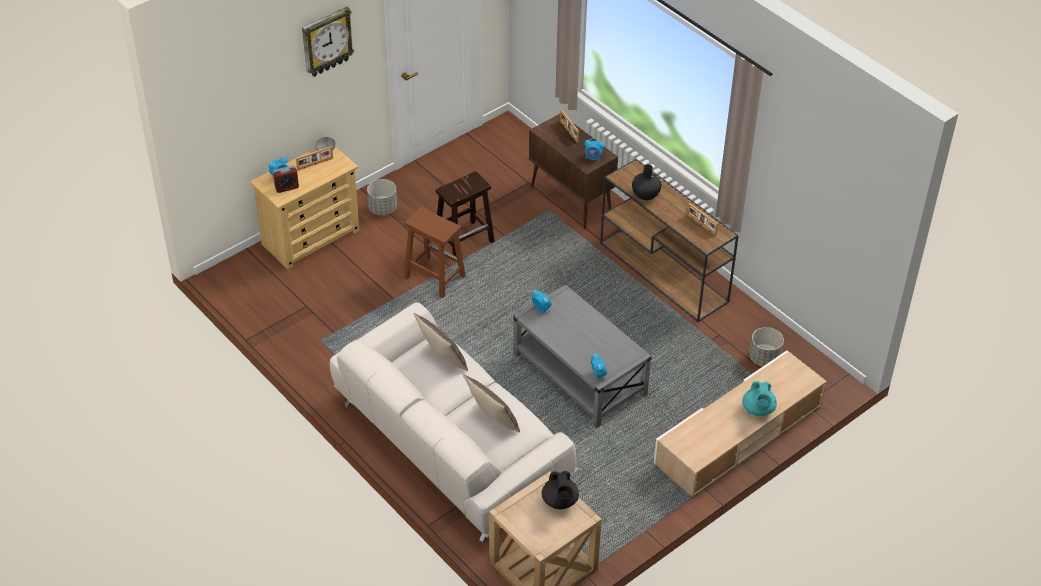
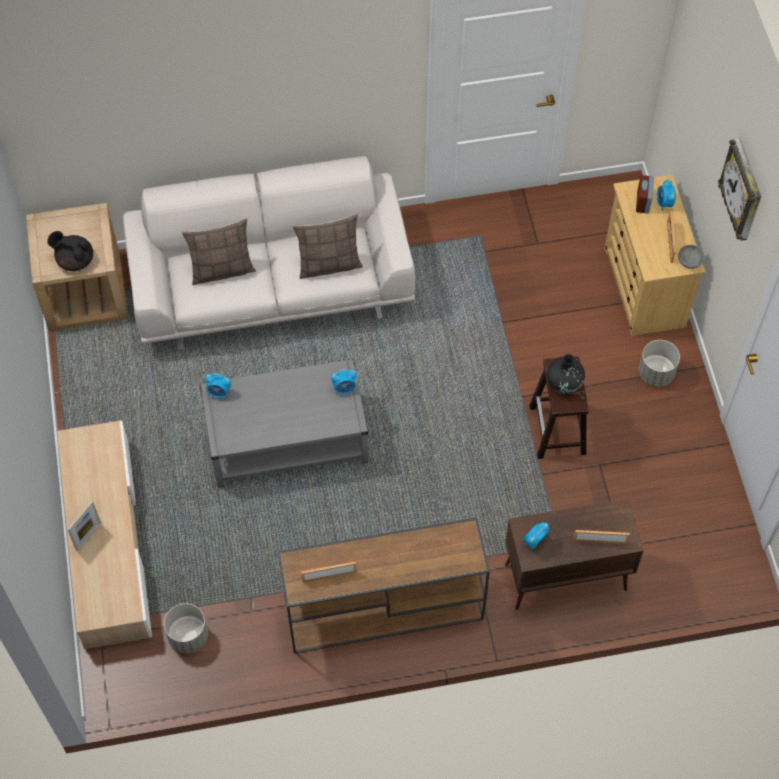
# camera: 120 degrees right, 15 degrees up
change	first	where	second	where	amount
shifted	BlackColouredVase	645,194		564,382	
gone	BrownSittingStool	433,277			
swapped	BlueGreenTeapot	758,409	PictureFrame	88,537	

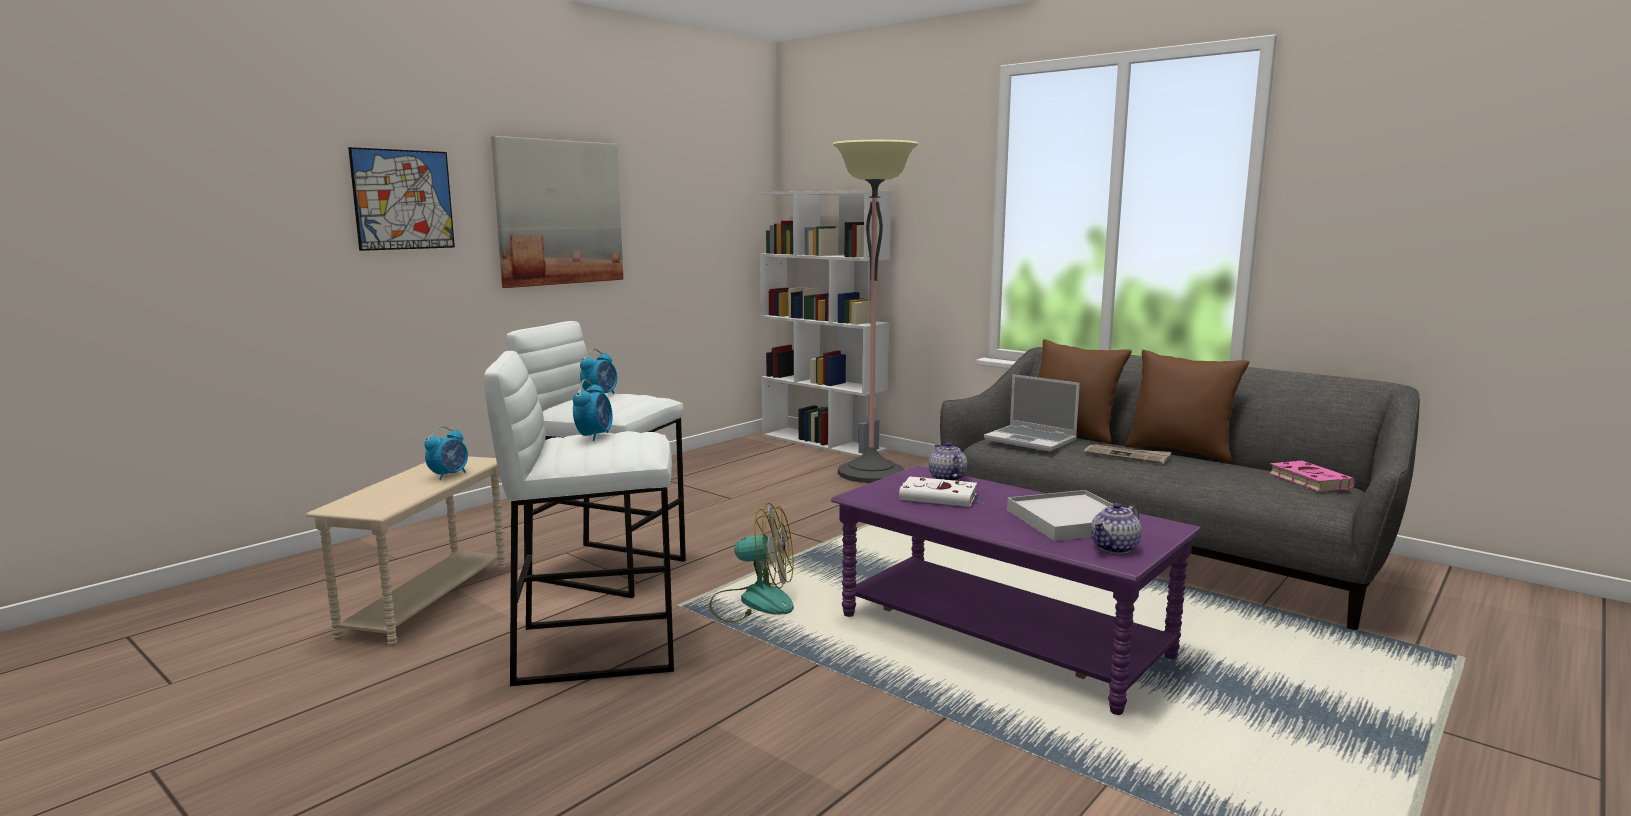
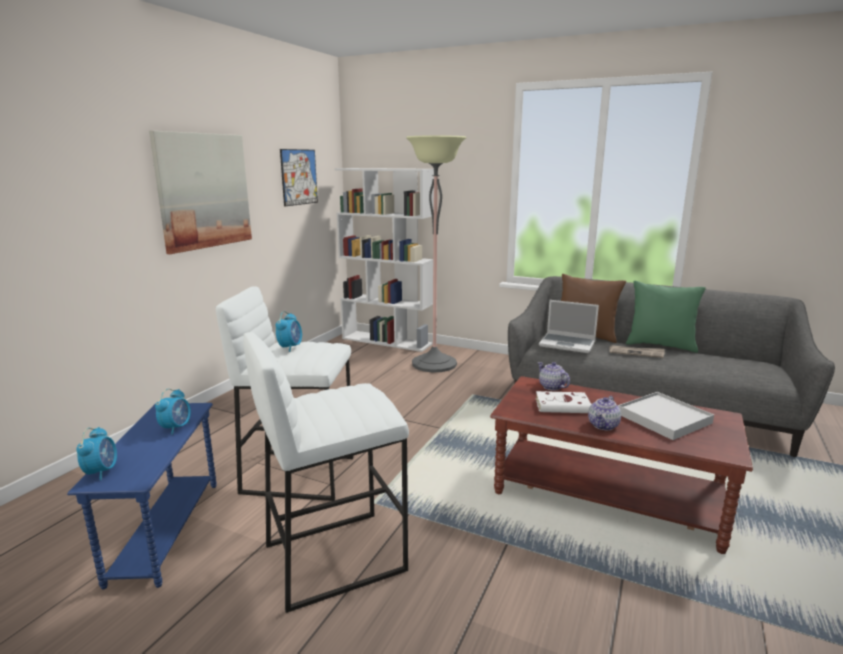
# camera: 15 degrees left, 5 degrees up
change	first	where	second	where	amount
shifted	WallPicture	403,199		299,177	
repainted	BrownCushion	1180,452	GreenishCushion	660,345	
shifted	BedsideClock	594,436		101,471	
repainted	BeigeColouredAccentTable	426,601	BluishAccentTable	165,531	
gone	PinkishBoundBook	1307,480			
repainted	PurpleColouredCoffeeTable	1002,635	BrownCoffeeTable	607,495	
gone	CoolingFan	753,602			
shifted	Teapot	1115,548		603,425	

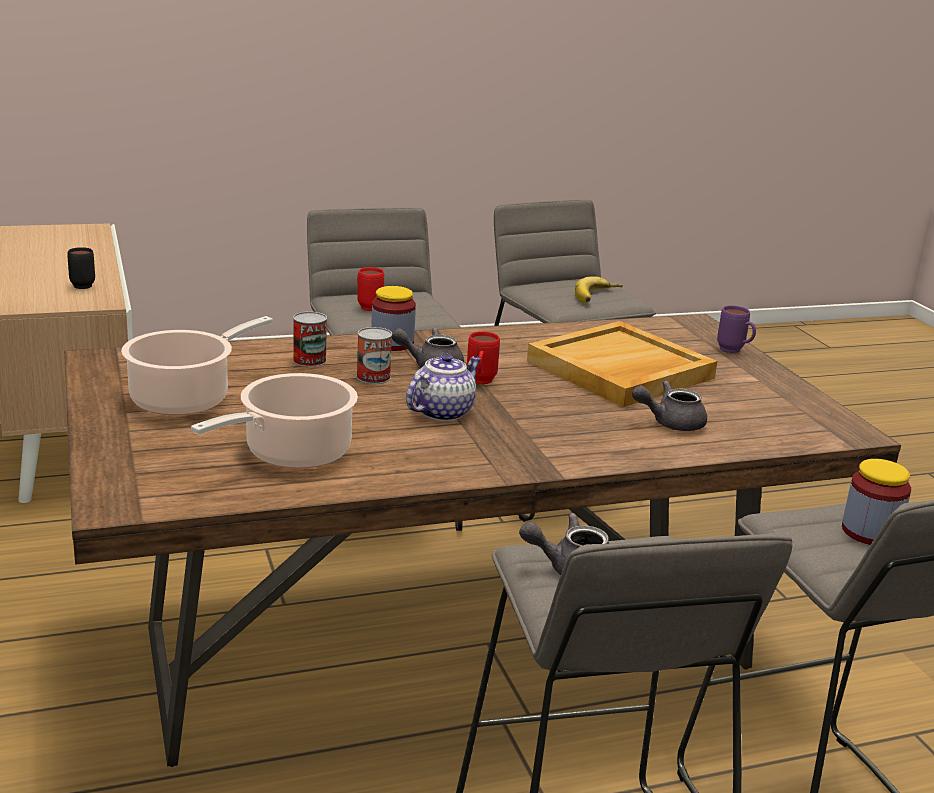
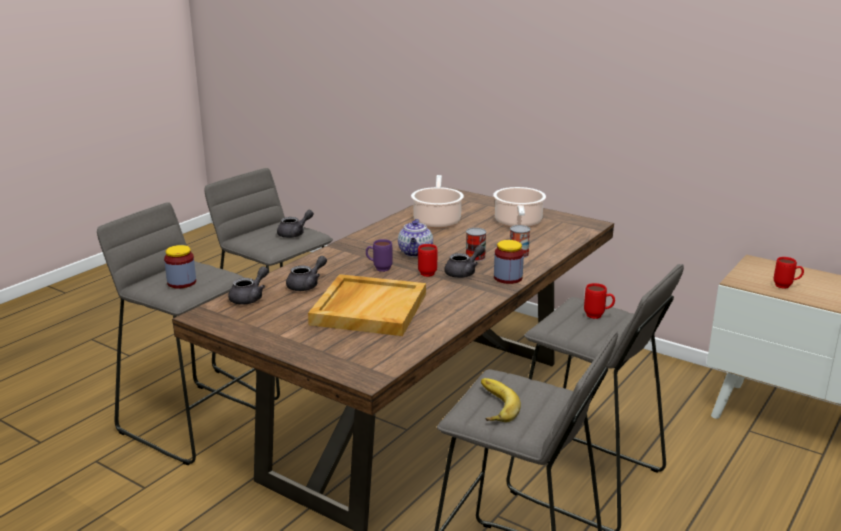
# camera: 145 degrees right, 0 degrees up
change	first	where	second	where	amount
repainted	BlackColouredMug	81,285	RedColouredMug	786,286	
shifted	PurpleColouredMug	734,351		379,268	
new			GrayTeapot	250,298	

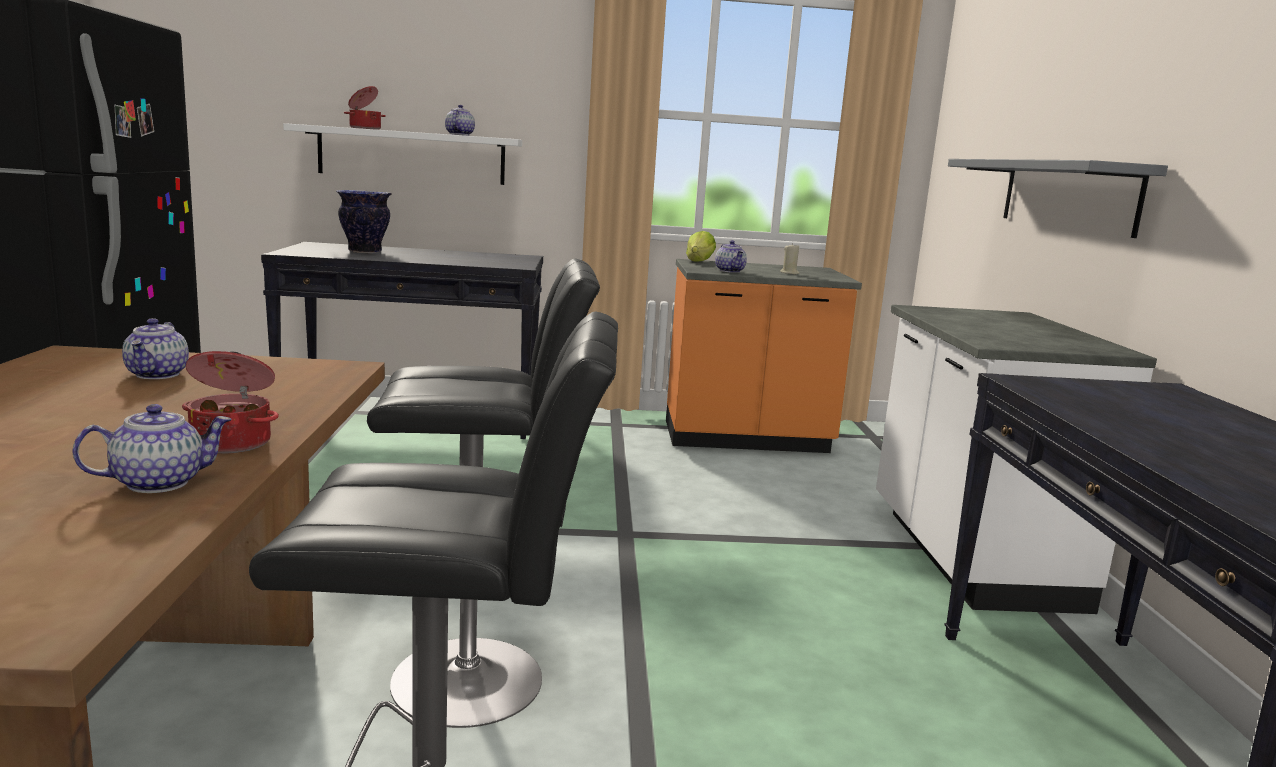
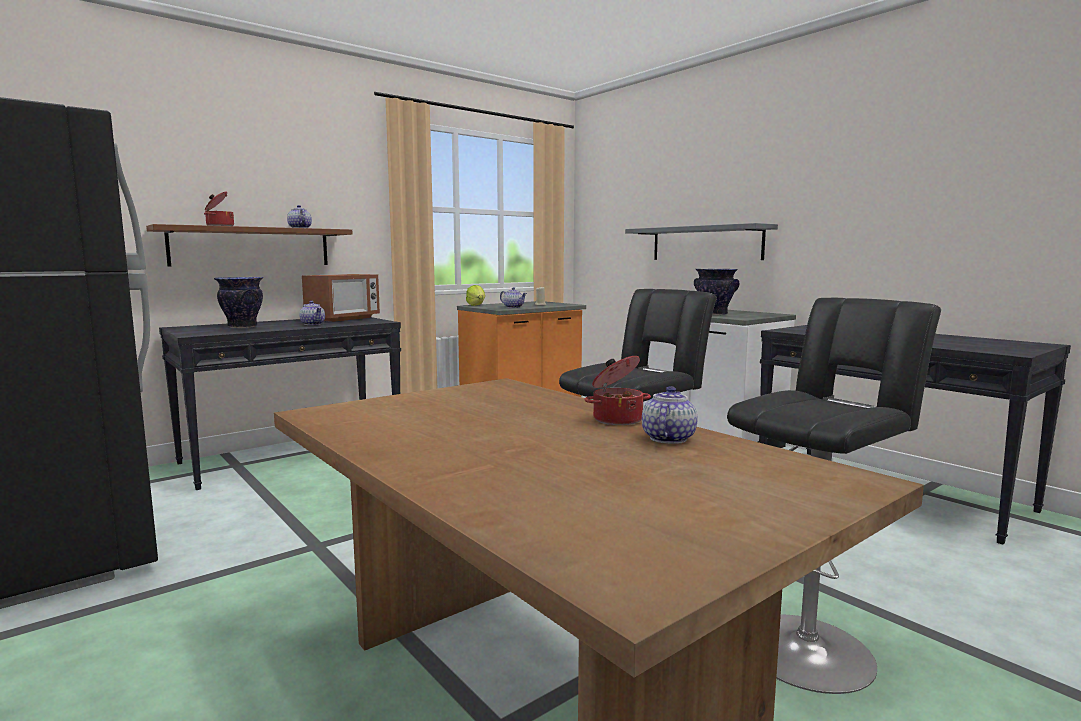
# camera: 35 degrees left, 5 degrees down
change	first	where	second	where	amount
repainted	WhiteColouredBracketShelf	412,155	BrownBracketShelf	251,247	
shifted	Teapot	158,374		313,324	
new			Vase	714,314	
new			Microwave	343,319	

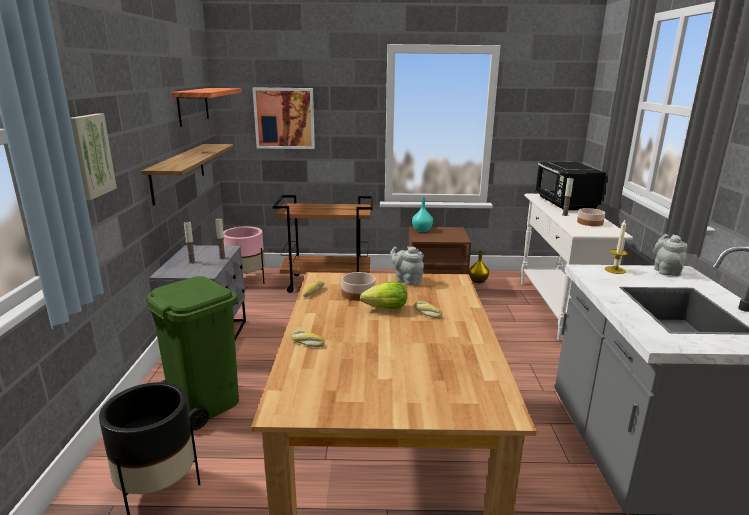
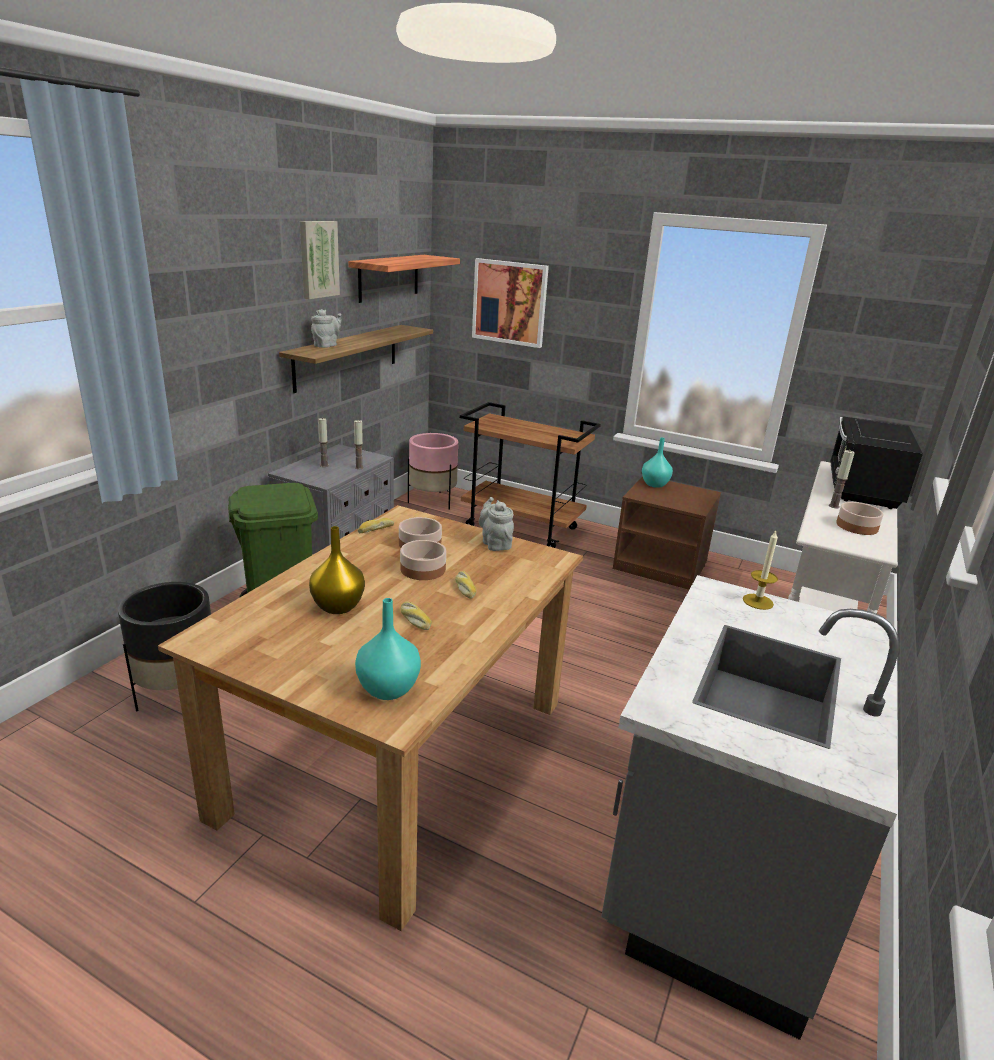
# camera: 25 degrees right, 5 degrees up
change	first	where	second	where	amount
shifted	WallPicture	89,155		317,259	
shifted	GrayTeapot	665,271		327,345	
shifted	YellowColouredVase	478,281		339,606	
swapped	Lettuce	383,309	ServingBowl	422,569	
shifted	BakeryBread	306,343		414,620	
new			BlueGreenVase	387,689	

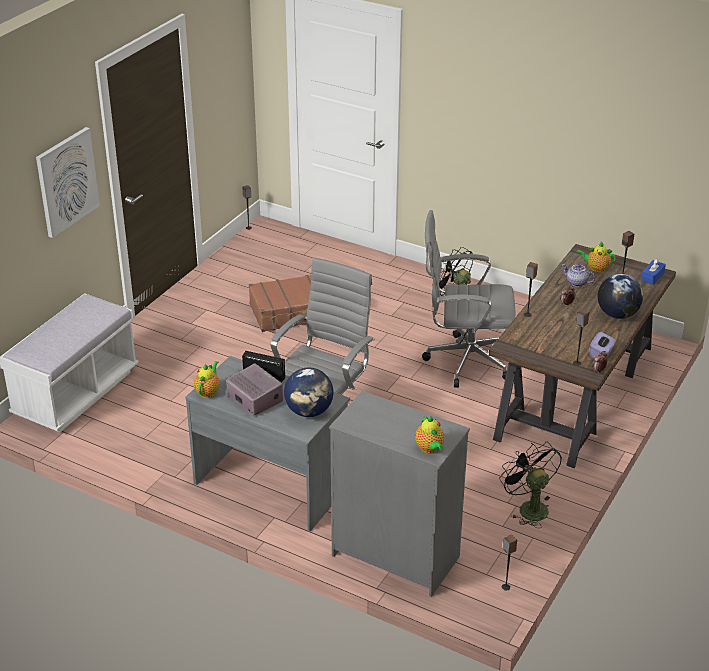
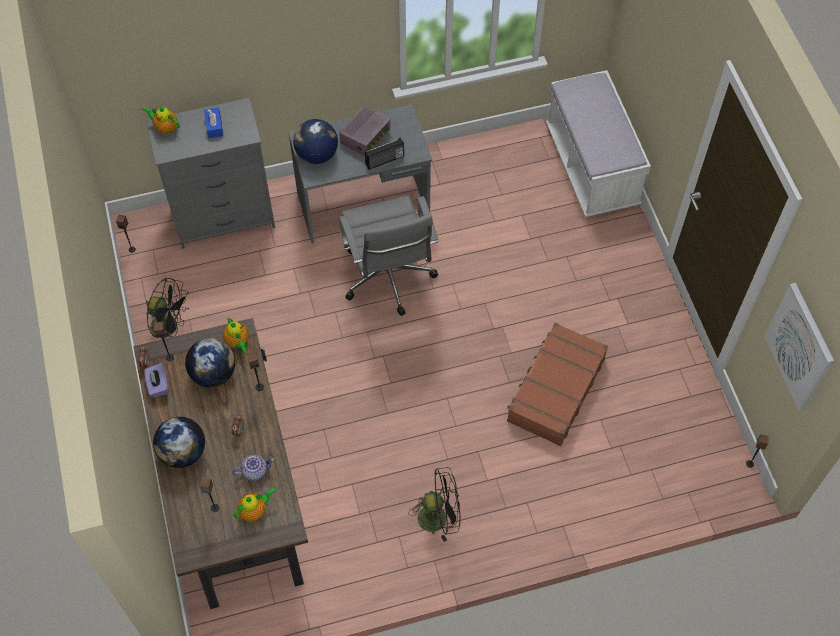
# camera: 135 degrees right, 25 degrees up
change	first	where	second	where	amount
shifted	WallPicture	67,181		800,347	
gone	GrayOfficeChair	464,361			
shifted	BluishTissueHolder	652,277		214,126	
shifted	Teapot	208,391		238,342	
rotated	RadioSet	255,398		365,137	60 degrees counterclockwise
new			Globe	213,373	

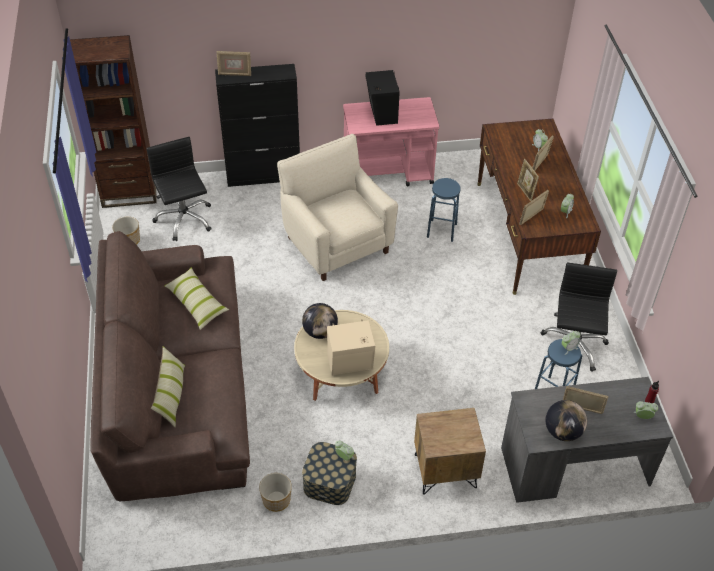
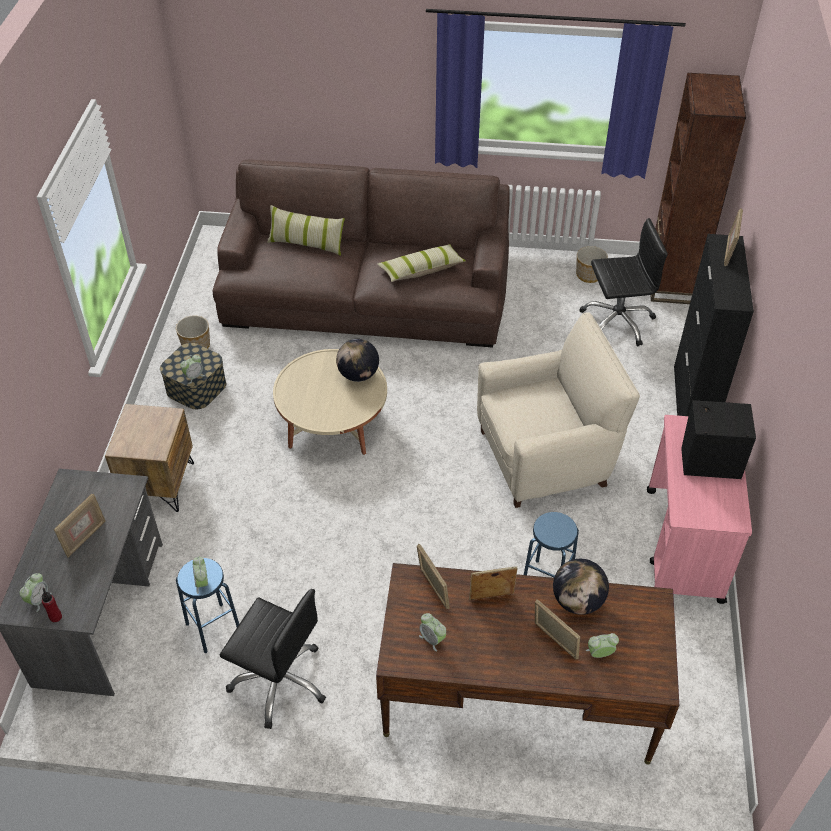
# camera: 105 degrees right, 0 degrees up
change	first	where	second	where	amount
gone	BeigeColouredAudioSpeaker	351,364			
shifted	Globe	563,432		577,601	

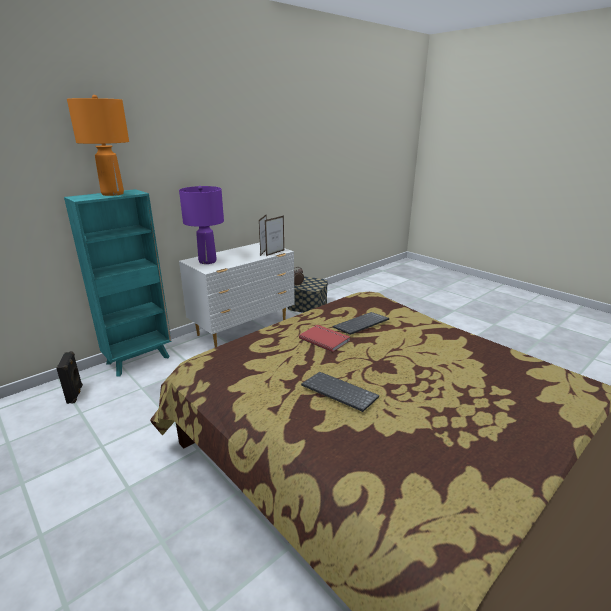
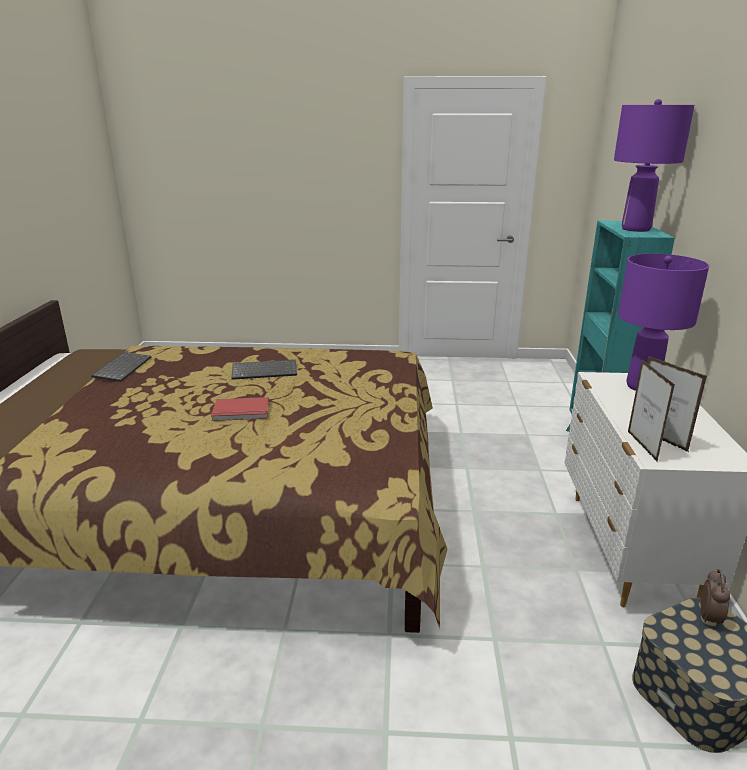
# camera: 135 degrees right, 0 degrees up
change	first	where	second	where	amount
repainted	OrangeTabletopLamp	112,194	PurpleColouredTabletopLamp	636,229	
shifted	PcKeyboard	361,325		122,368	
shifted	RedColouredBoundBook	325,339		241,412	
gone	BlackColouredAudioSpeaker	75,394			

